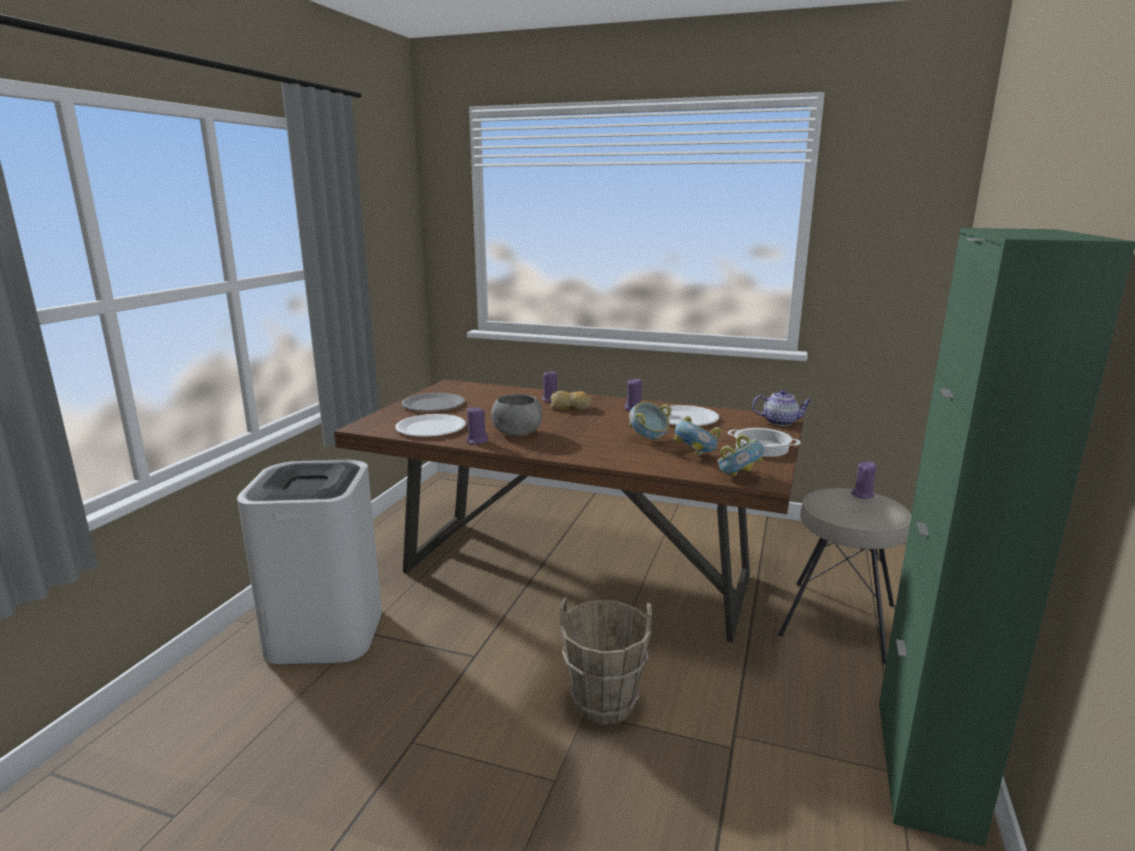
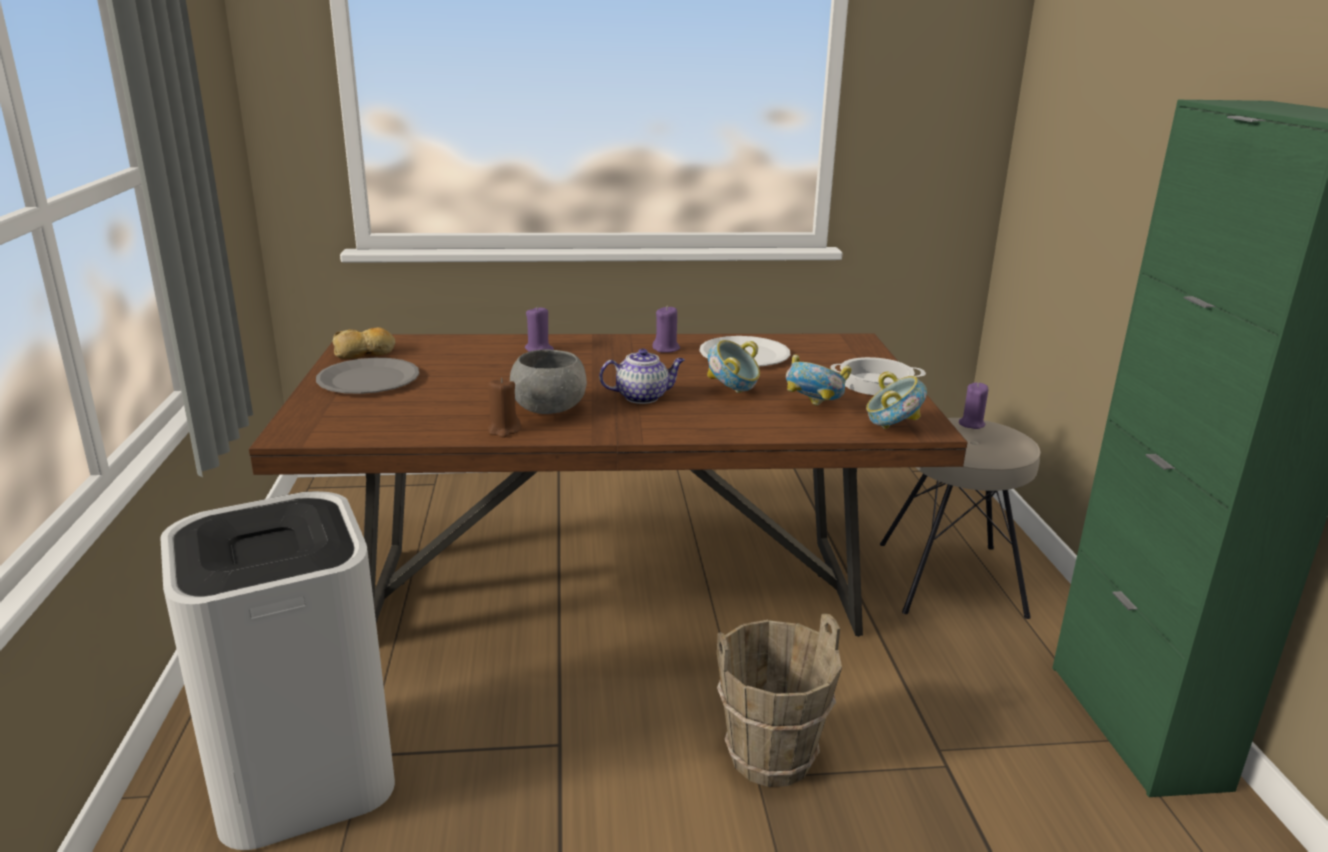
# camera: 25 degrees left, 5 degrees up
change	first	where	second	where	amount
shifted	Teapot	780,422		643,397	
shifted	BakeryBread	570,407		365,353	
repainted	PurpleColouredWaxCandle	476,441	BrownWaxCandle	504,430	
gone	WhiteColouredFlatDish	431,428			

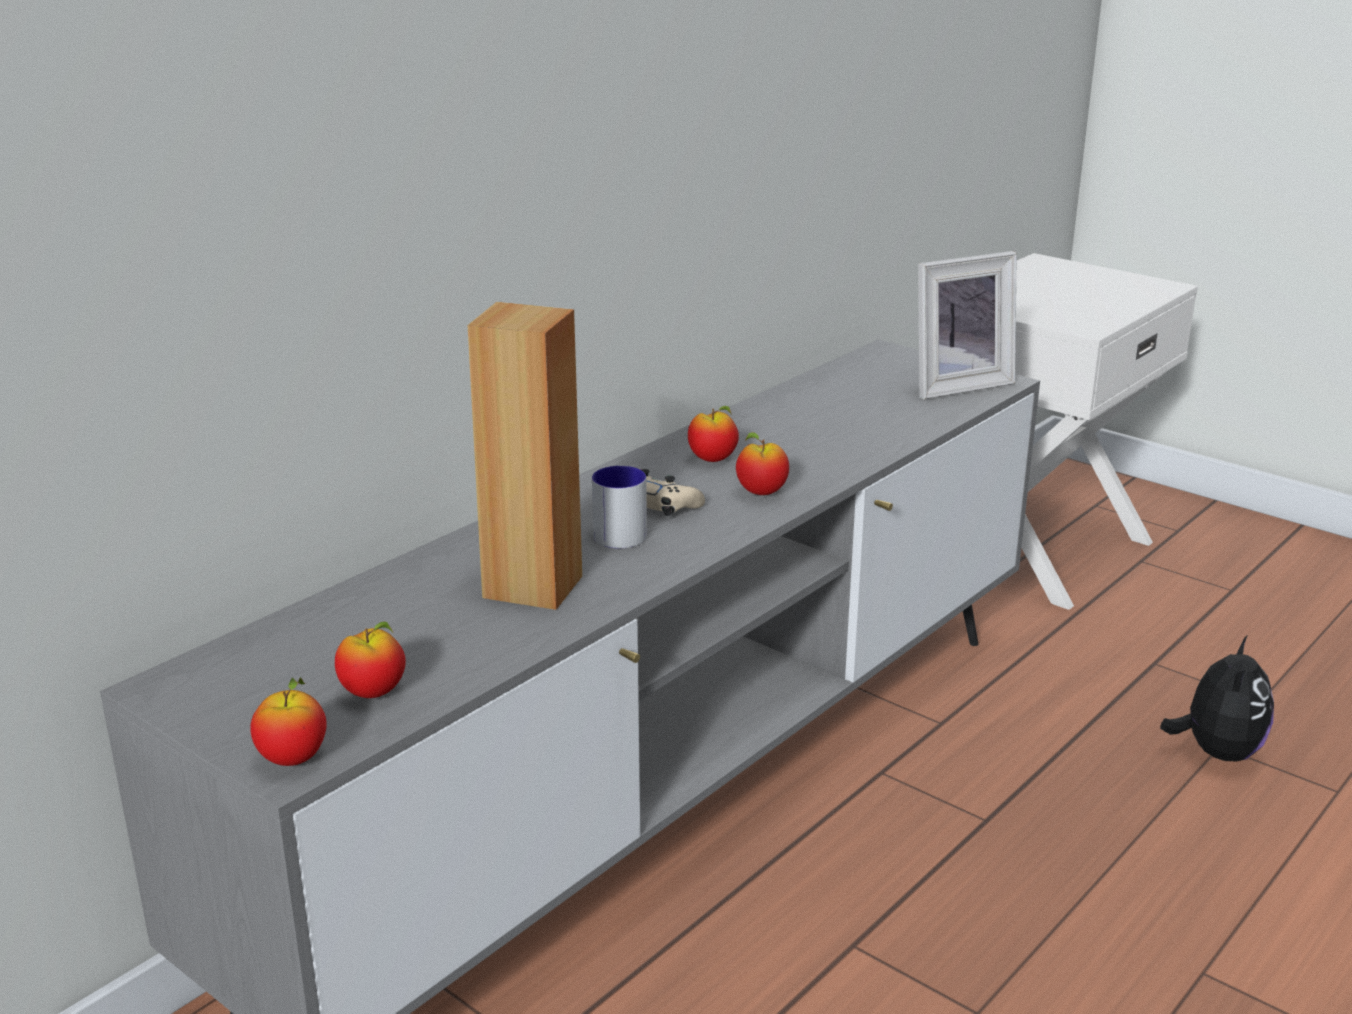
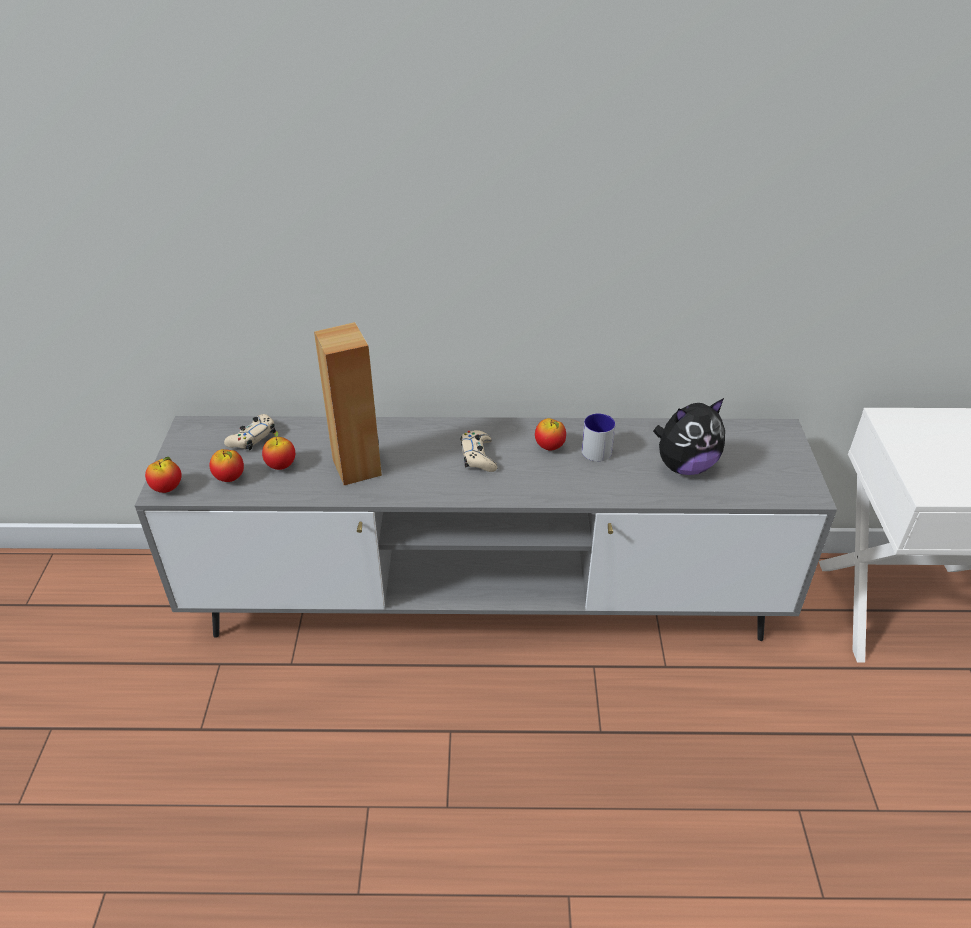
# camera: 50 degrees right, 15 degrees up
change	first	where	second	where	amount
gone	PictureFrame	956,384			
shifted	AppleFruit	761,492		281,465	
shifted	Mug	616,531		599,448	
shifted	CuddlyToy	1216,752		684,466	
new			BeigeColouredJoypad	252,438	

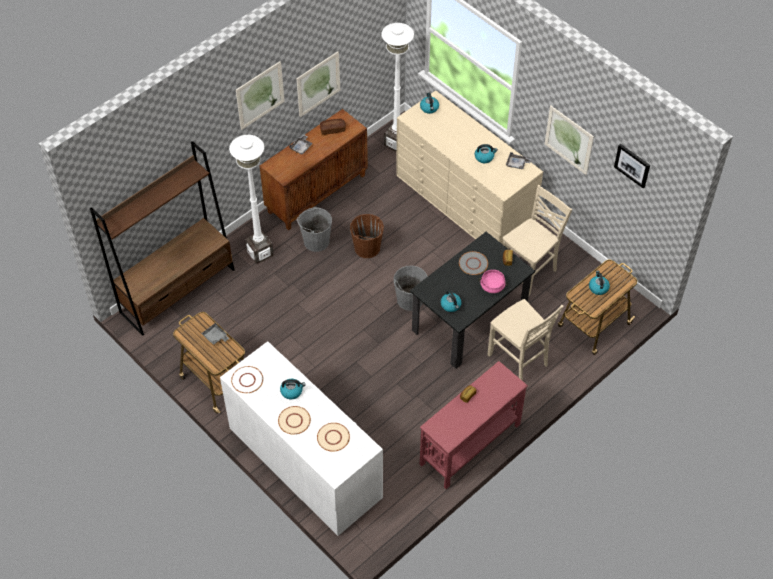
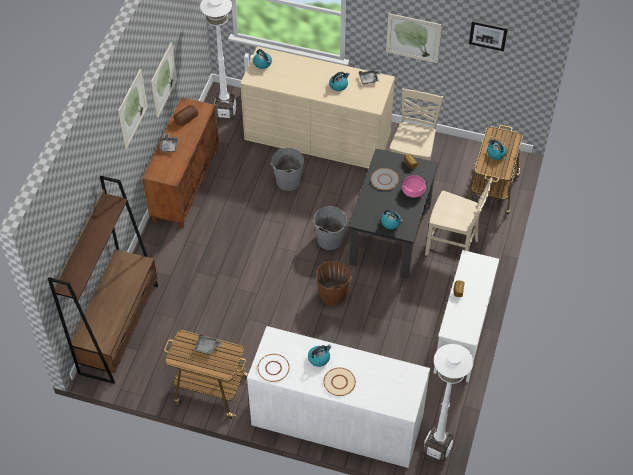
# camera: 30 degrees left, 0 degrees up
change	first	where	second	where	amount
shifted	WhiteColouredStandingLamp	260,253		437,448	
shifted	GrayPail	316,241		288,181	
shifted	BrownPail	367,248		333,294	
repainted	RedColouredConsoleTable	469,444	WhiteColouredConsoleTable	461,335	
gone	BeigeColouredFlatDish	333,437			

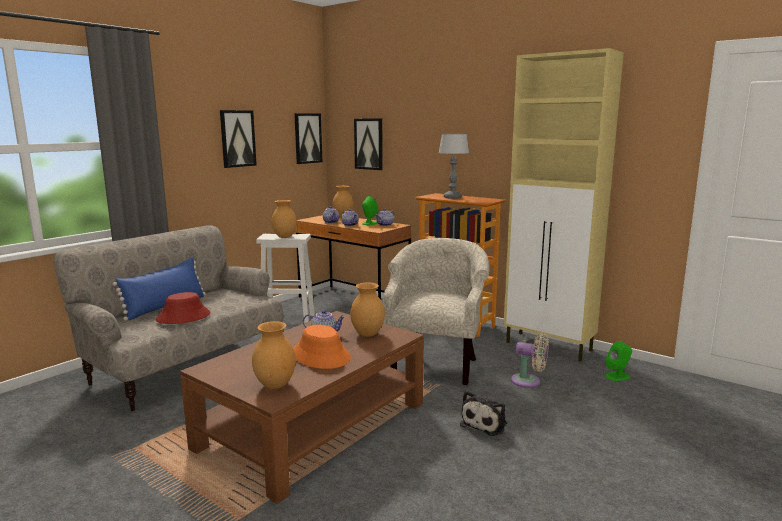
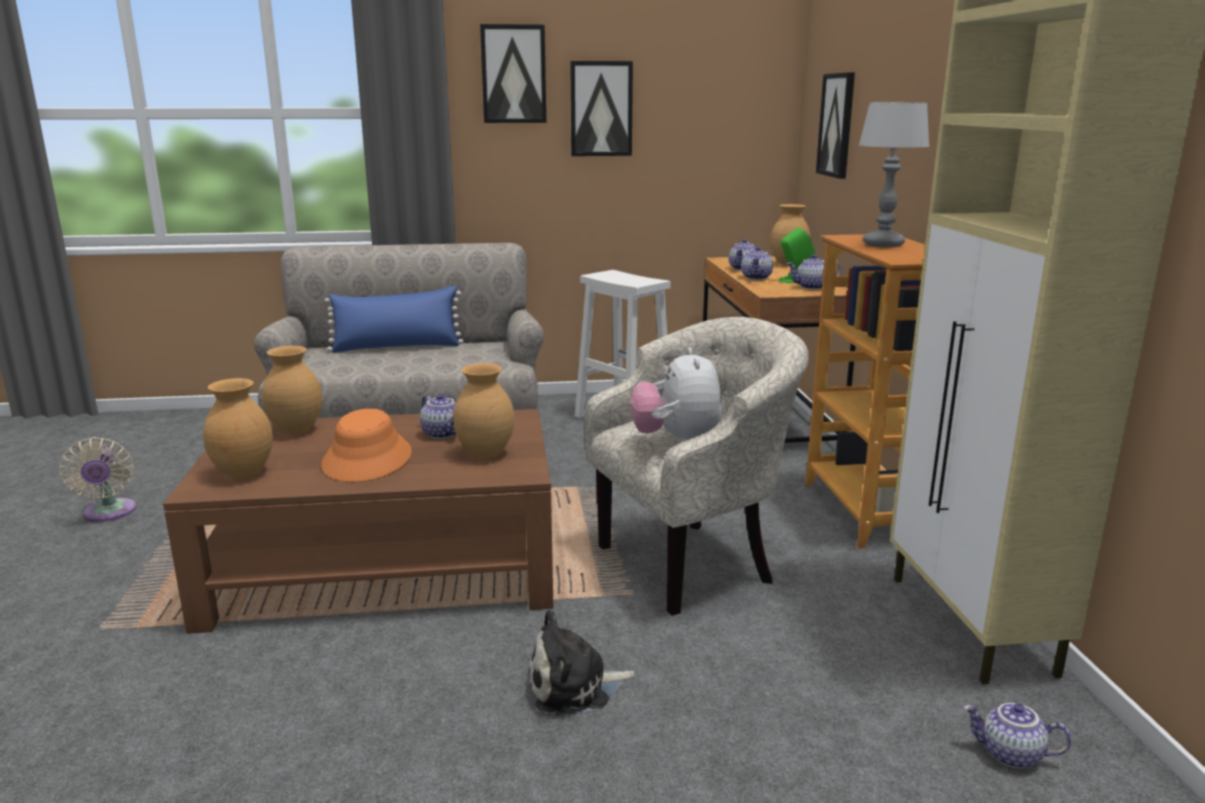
# camera: 45 degrees right, 5 degrees up
change	first	where	second	where	amount
shifted	WallPicture	307,138		513,74	
shifted	BrownVase	285,237		296,431	
gone	RedColouredWearableHat	183,317			
shifted	BeigeColouredCoolingFan	529,381		109,513	
swapped	GreenishAudioSpeaker	617,376	Teapot	1010,755	
new			CuddlyToy	677,441	

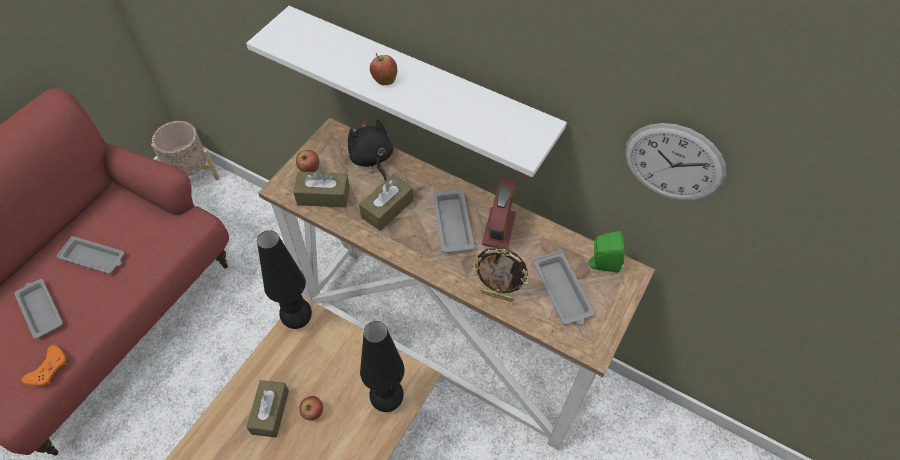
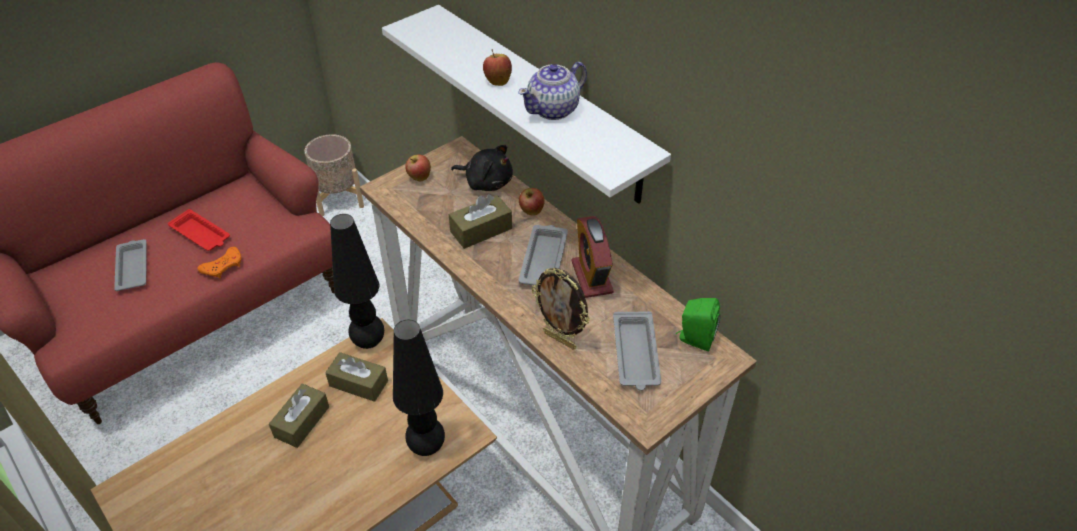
# camera: 20 degrees right, 10 degrees down
change	first	where	second	where	amount
rotated	BlackColouredCuddlyToy	372,159		486,182	120 degrees clockwise
gone	HangingClock	673,163			
shifted	BrownTissueHolder	323,196		358,383	
rotated	BedsideClock	499,229		592,277	135 degrees clockwise
repainted	GrayTray	94,258	RedColouredTray	201,234	
shifted	OrangeJoypad	49,369		223,266	
shifted	AppleFruit	313,412		531,212	
new			Teapot	554,109	

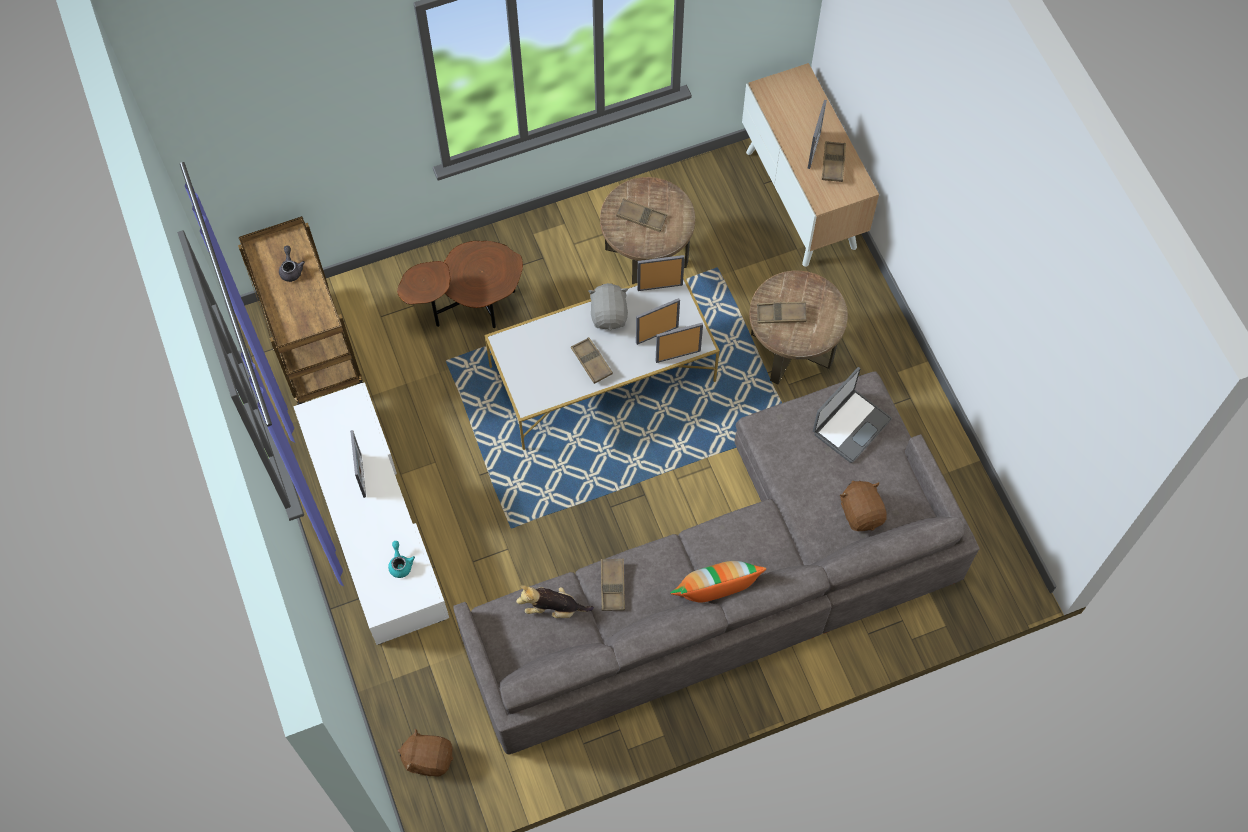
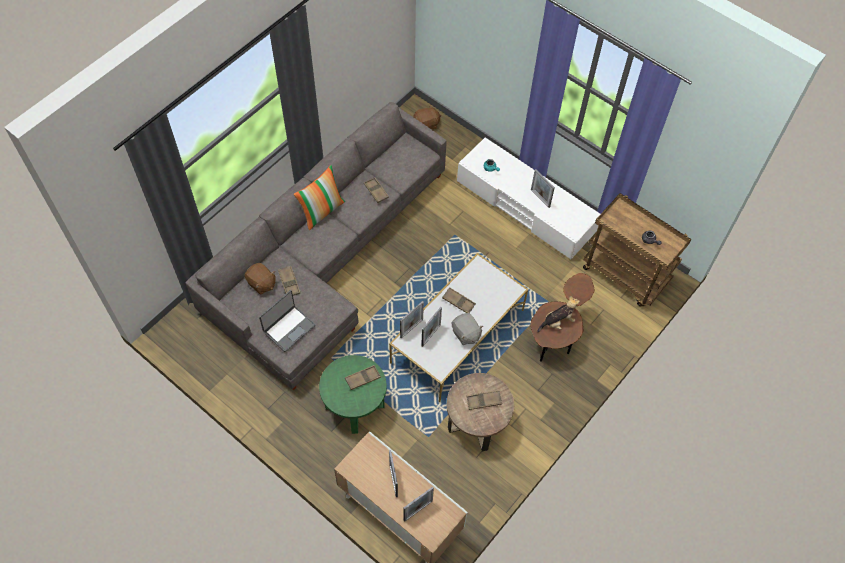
# camera: 150 degrees right, 5 degrees down
change	first	where	second	where	amount
shifted	BrownTray	833,164		289,282	
shifted	PictureFrame	660,287		418,510	
repainted	BrownAccentTable	791,348	GreenishAccentTable	355,405	
rotated	Laptop	850,425		289,328	150 degrees counterclockwise
shifted	CuddlyToy	553,608		557,322	

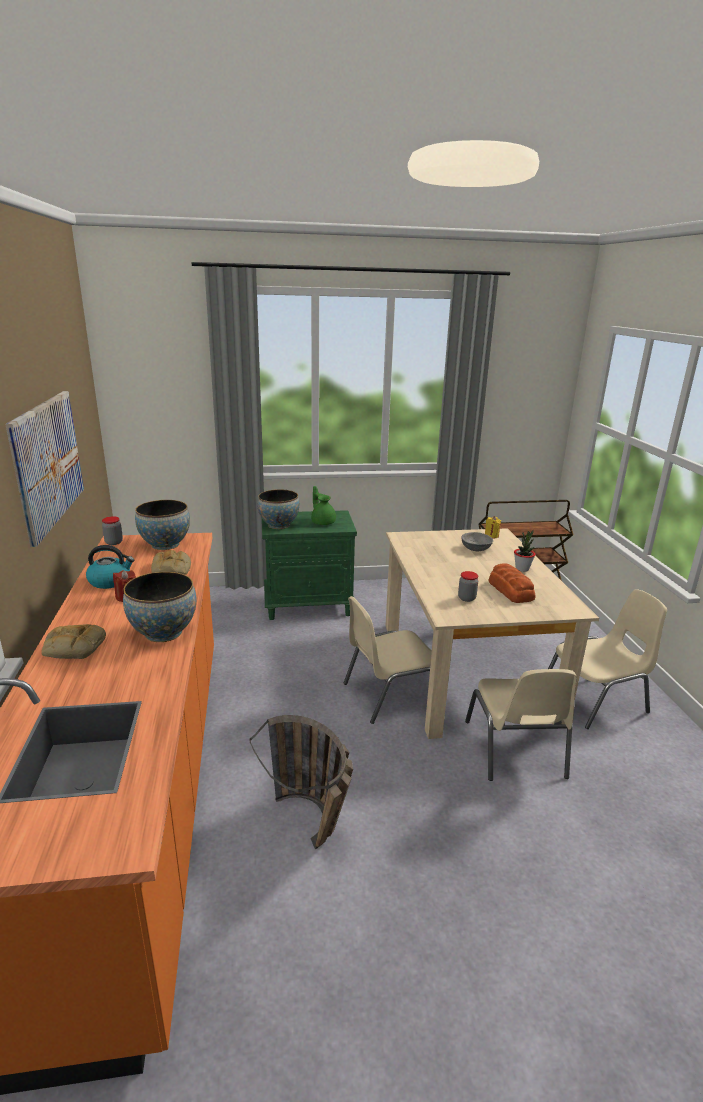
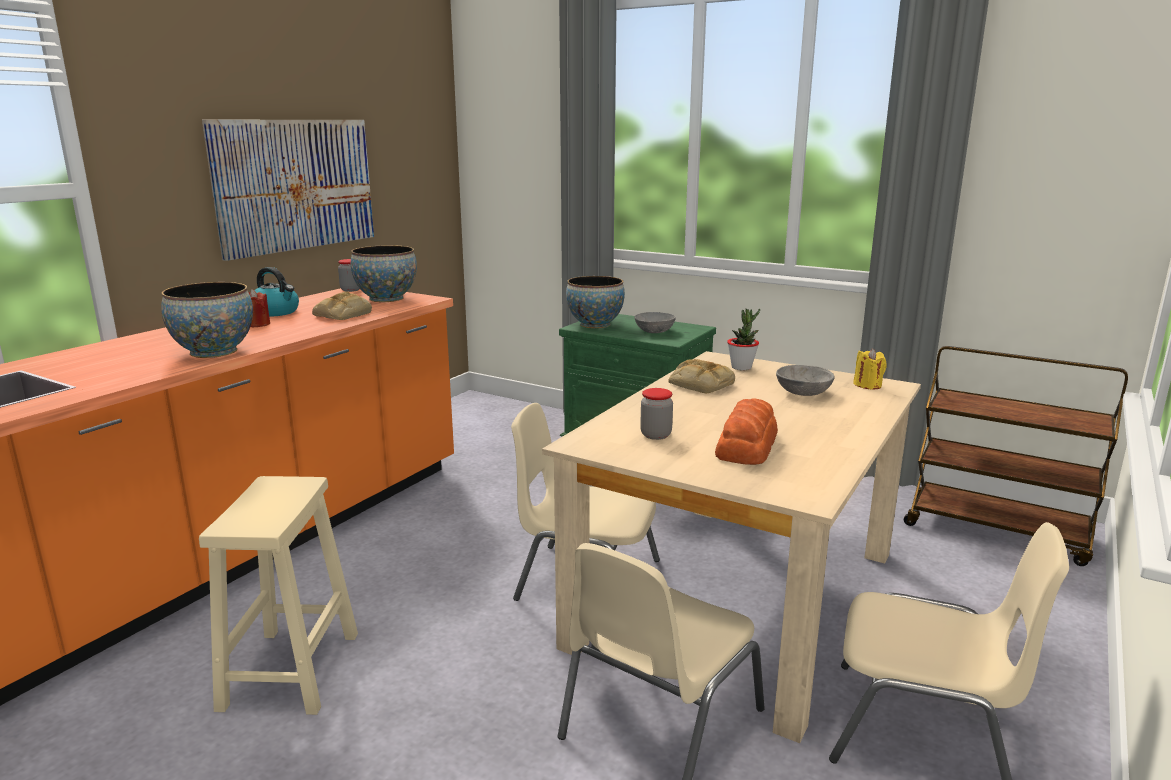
# camera: 40 degrees right, 5 degrees down
change	first	where	second	where	amount
swapped	GreenishTeapot	323,522	GrayServingBowl	655,331	
shifted	PlantInAPot	522,569		741,367	
shifted	BakeryBread	73,647		699,384	
swapped	HouseholdBasket	314,829	BeigeColouredSittingStool	291,669	

